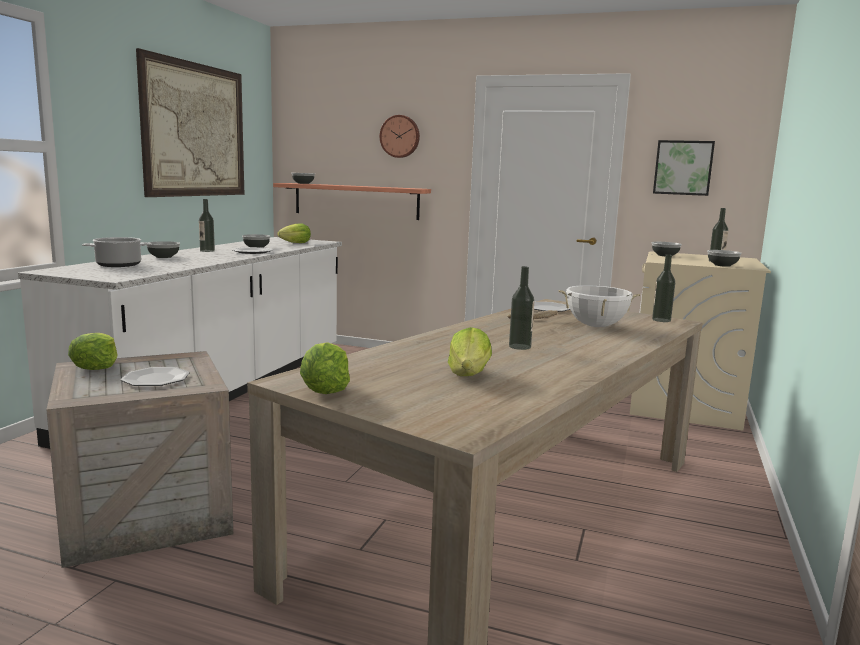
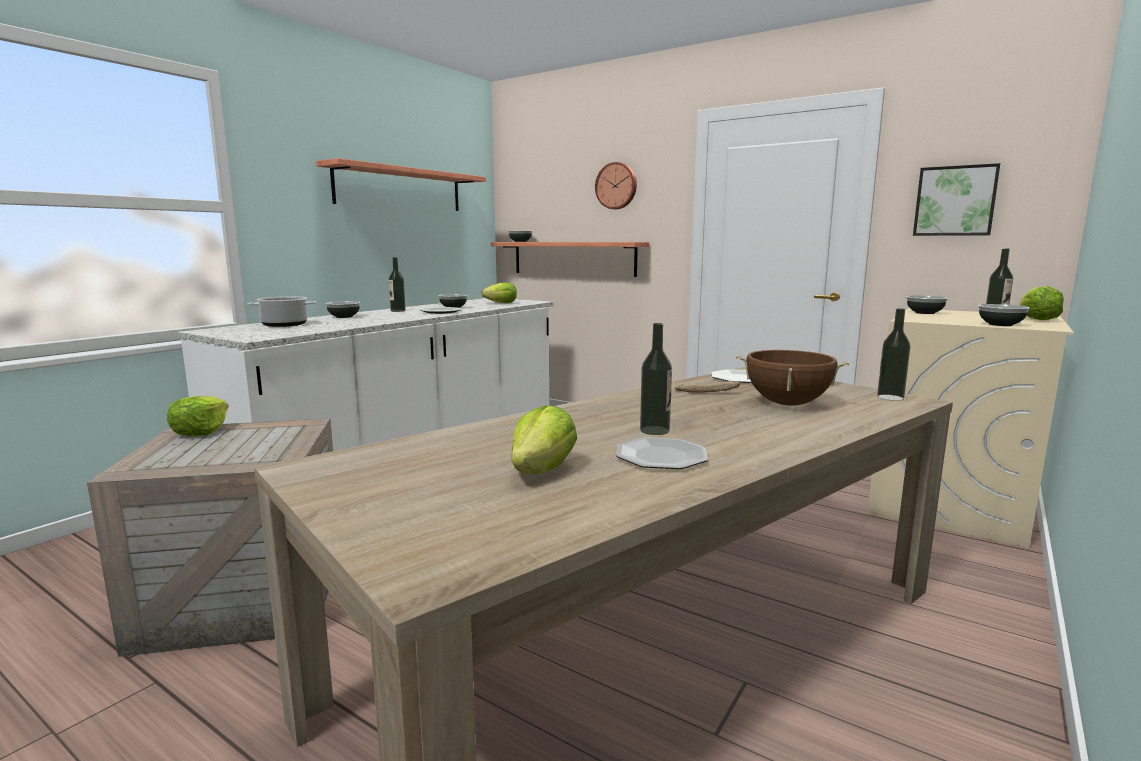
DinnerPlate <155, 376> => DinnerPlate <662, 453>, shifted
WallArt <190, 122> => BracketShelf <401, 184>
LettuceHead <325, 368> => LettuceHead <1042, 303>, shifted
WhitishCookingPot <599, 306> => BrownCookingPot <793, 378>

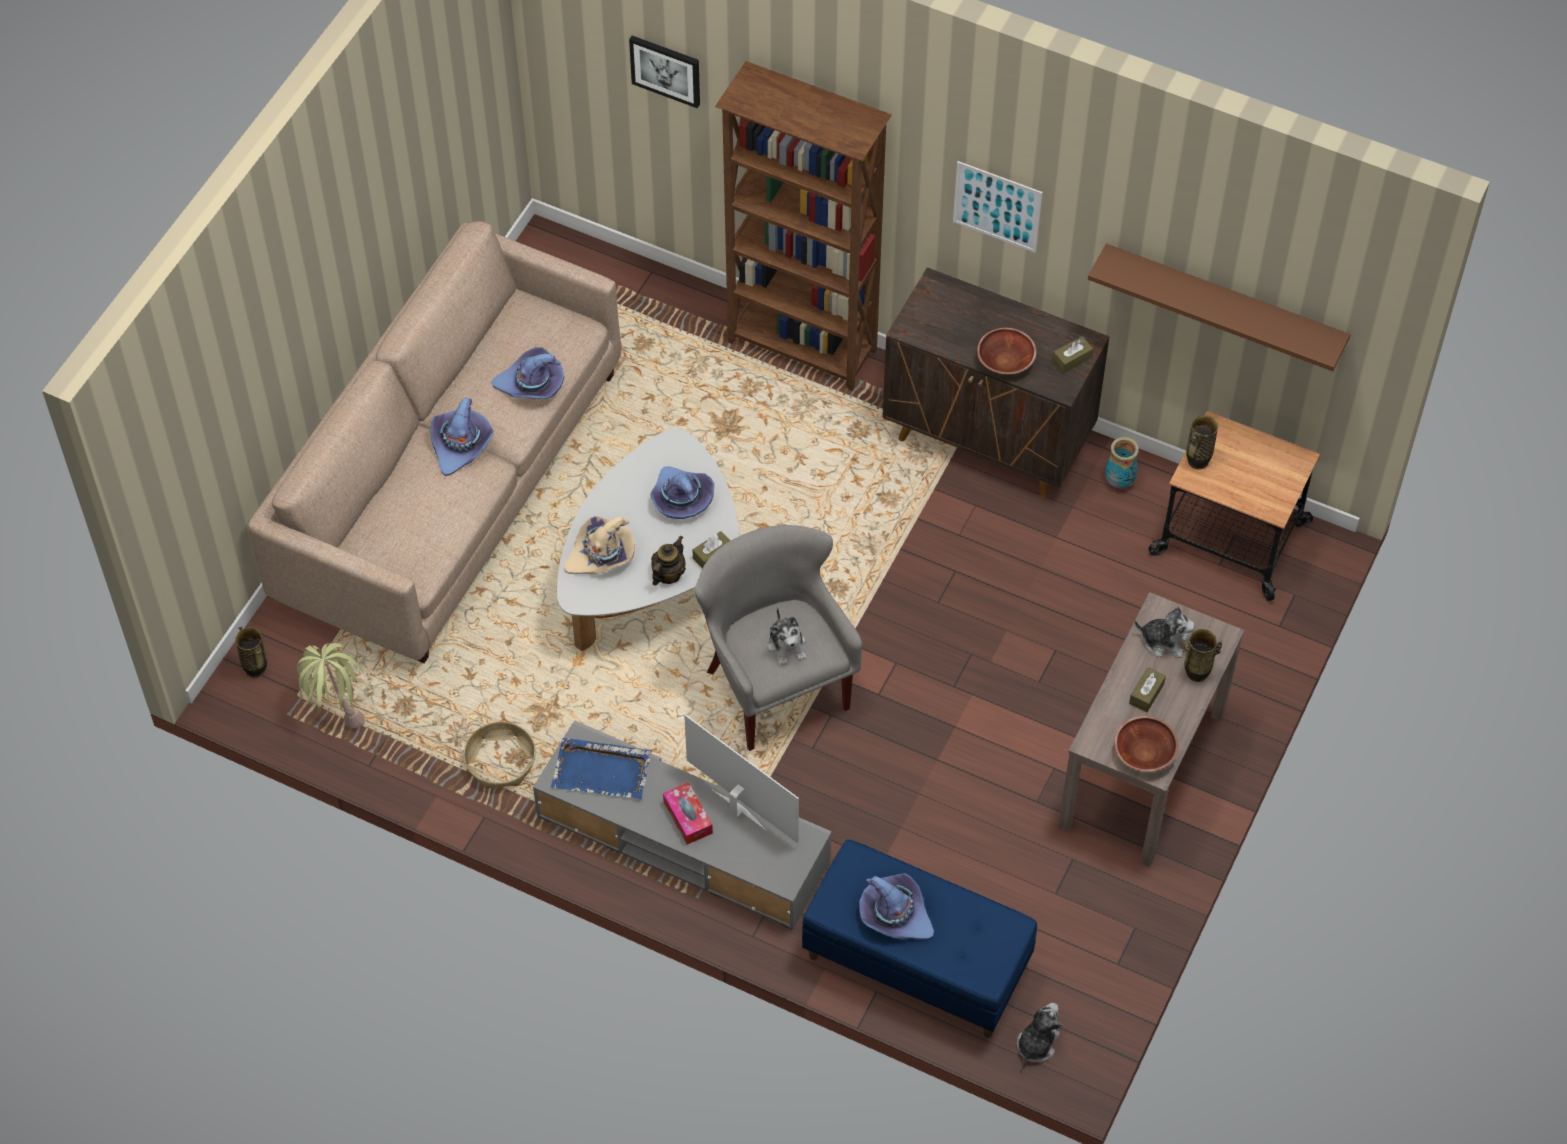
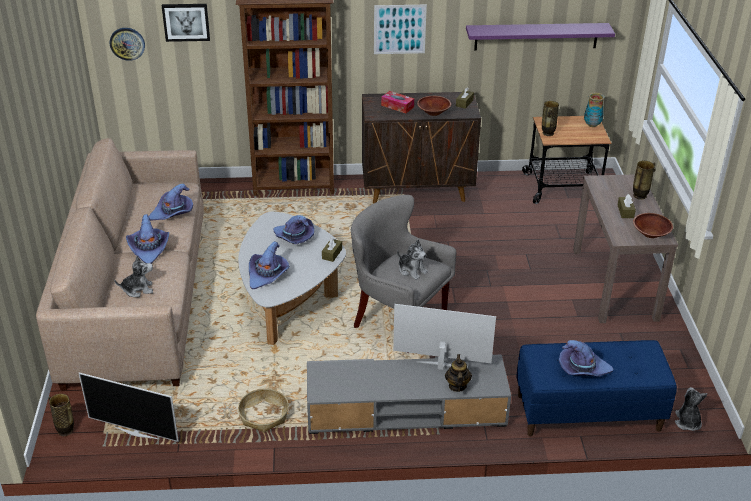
PottedPlant <330, 685> => TvSet <129, 407>
BlueColouredServingTray <601, 768> => nothing
BeigeHat <599, 545> => PurplishHat <269, 265>
Teapot <668, 560> => Teapot <458, 373>, shifted
TissueBox <688, 813> => TissueBox <397, 102>, shifted
BrownBracketShelf <1219, 307> => PurplishBracketShelf <540, 37>
Vase <1122, 462> => Vase <594, 110>, shifted
CuddlyToy <1165, 632> => CuddlyToy <133, 276>, shifted
nothing => HangingClock <127, 44>

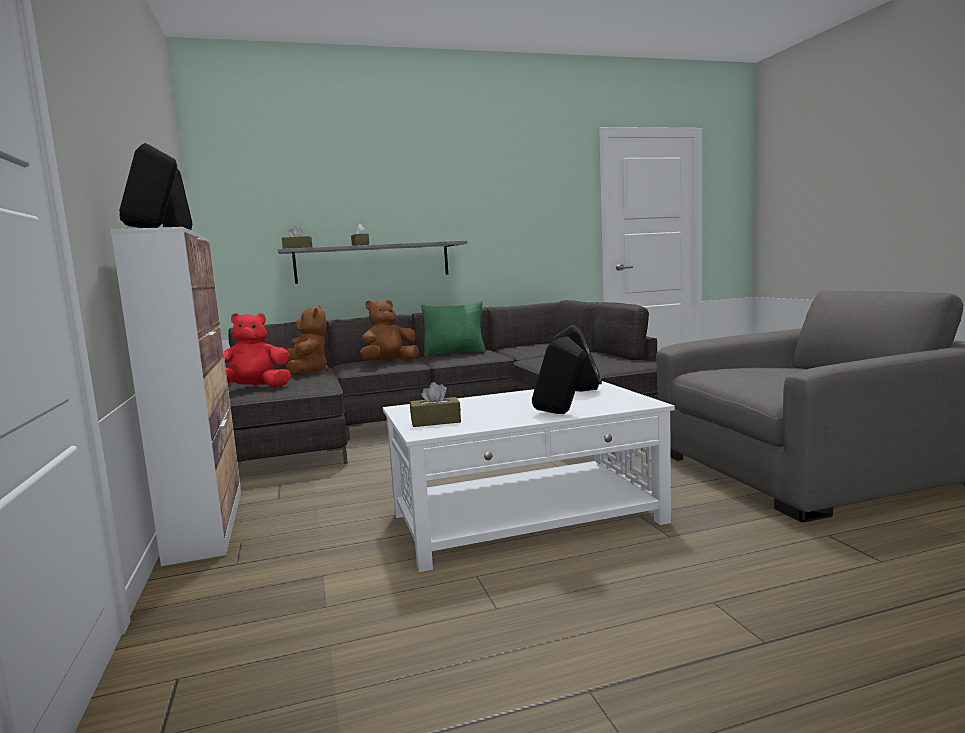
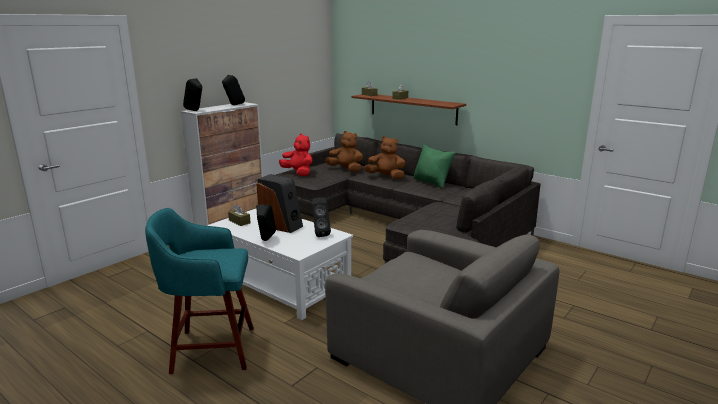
GreyBracketShelf <373, 262> => BrownBracketShelf <408, 109>
BrownCuddlyToy <307, 340> => BrownCuddlyToy <344, 151>, 105 degrees counterclockwise
nothing => TurquoiseColouredStool <199, 291>
nothing => Loudspeaker <280, 203>

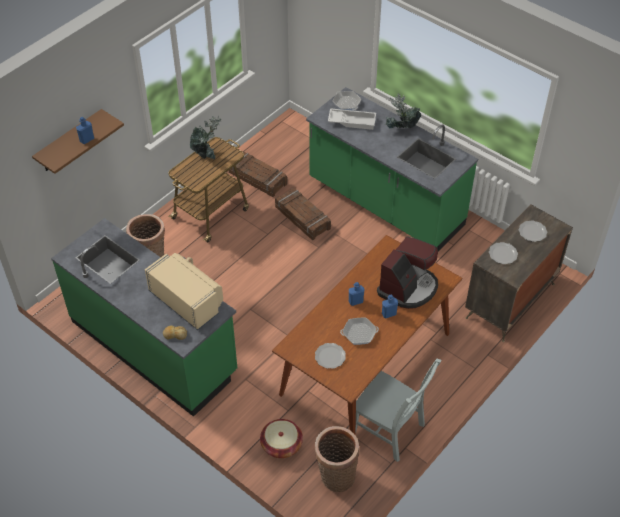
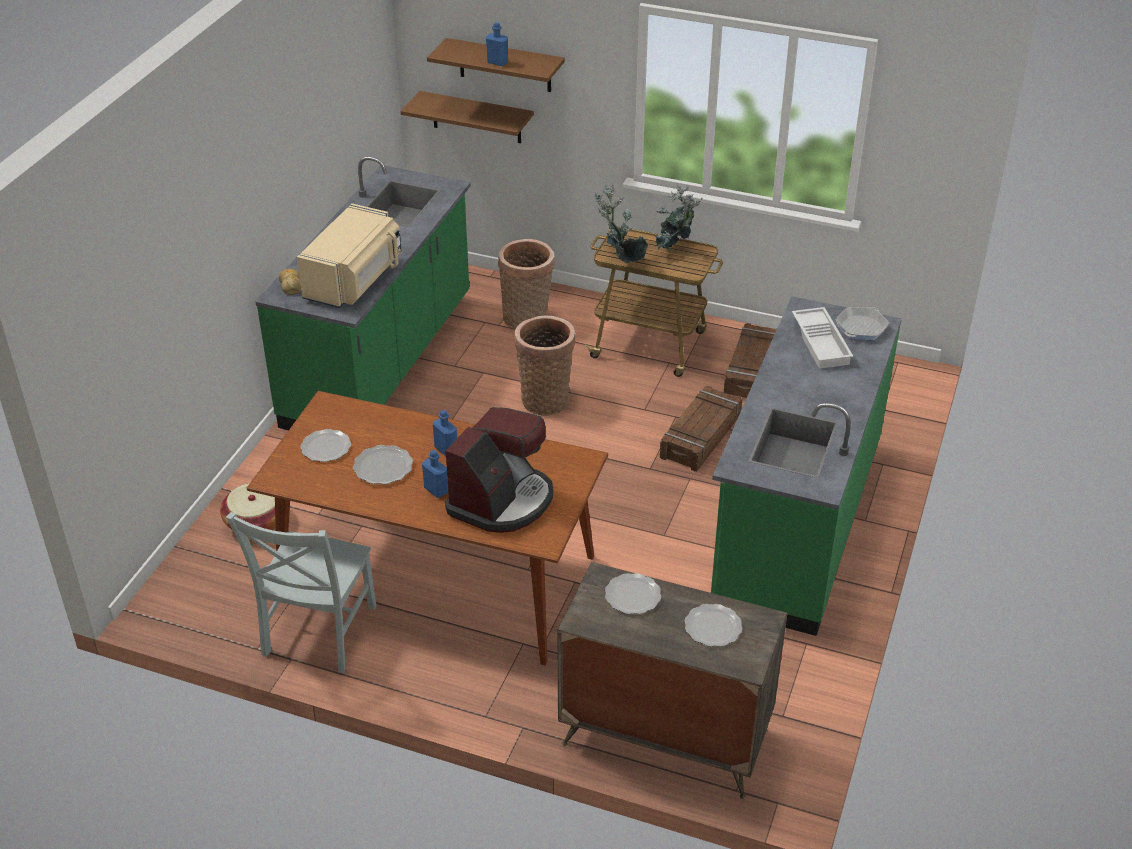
Basket <337, 459> => Basket <545, 365>, shifted
Skillet <359, 331> => DinnerPlate <383, 464>
CoffeeMachine <407, 273> => CoffeeMachine <499, 470>, 75 degrees counterclockwise
PottedPlant <402, 110> => PottedPlant <621, 223>, shifted
nothing => BrownBracketShelf <467, 117>

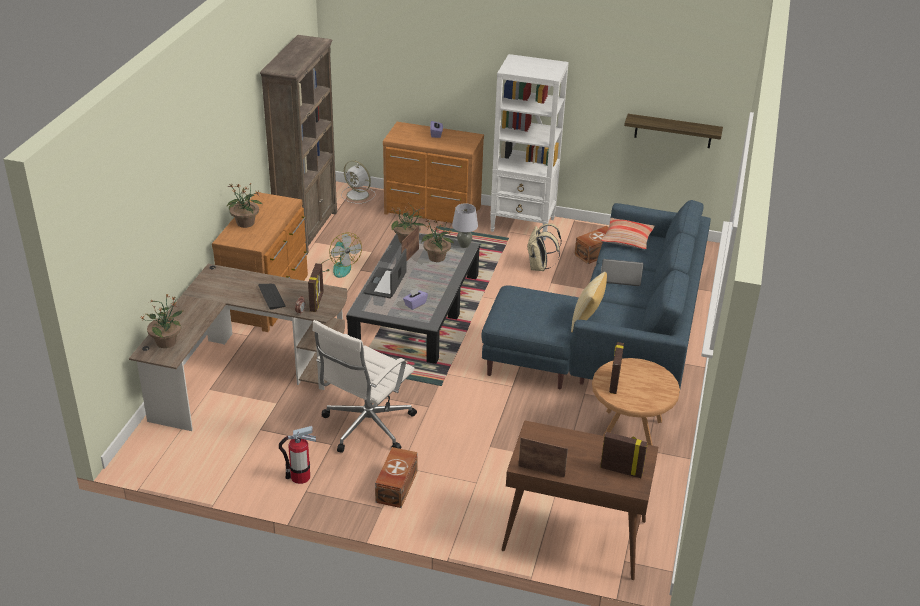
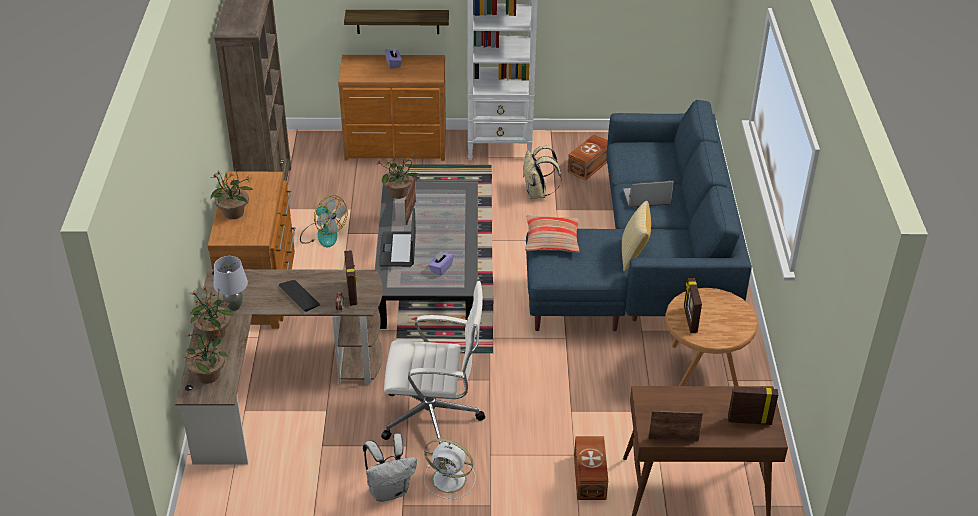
Extinguisher <297, 455> => WhitishKnapsack <390, 468>
WhitishComputerChair <364, 386> => WhitishComputerChair <433, 362>, 105 degrees counterclockwise
WhitishFan <358, 182> => WhitishFan <450, 469>, shifted
BrownStorageContainer <396, 477> => BrownStorageContainer <591, 468>, shifted
PottedPlant <438, 240> => PottedPlant <212, 313>, shifted
GreyTableLamp <465, 226> => GreyTableLamp <230, 283>, shifted
Pillow <628, 233> => Pillow <552, 233>, shifted
BracketShelf <673, 131> => BracketShelf <396, 22>, shifted

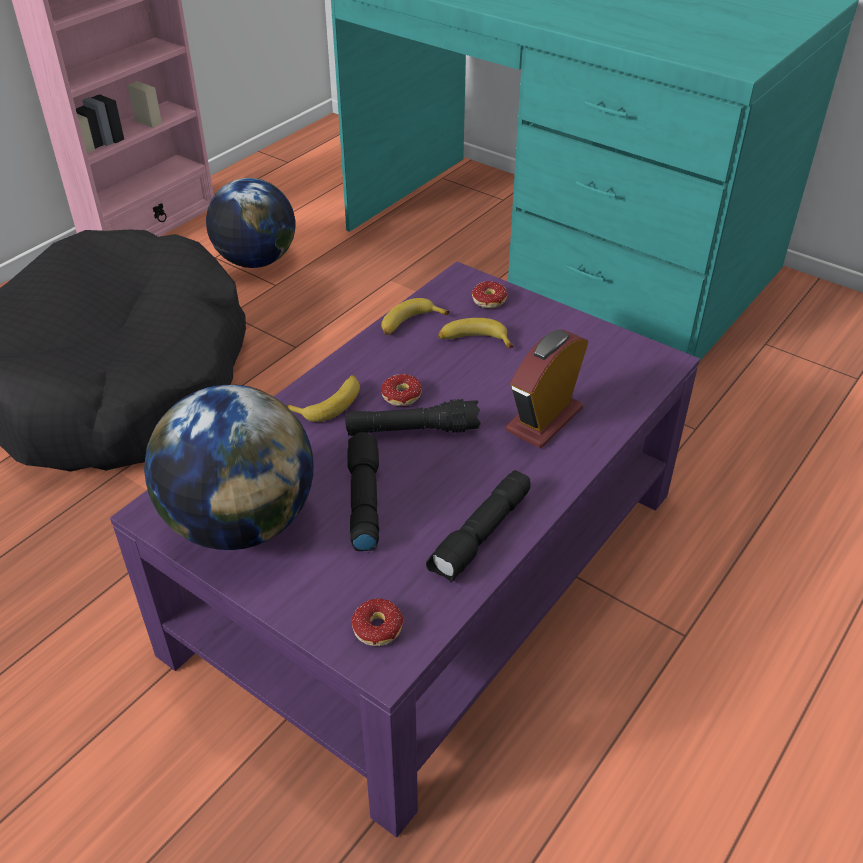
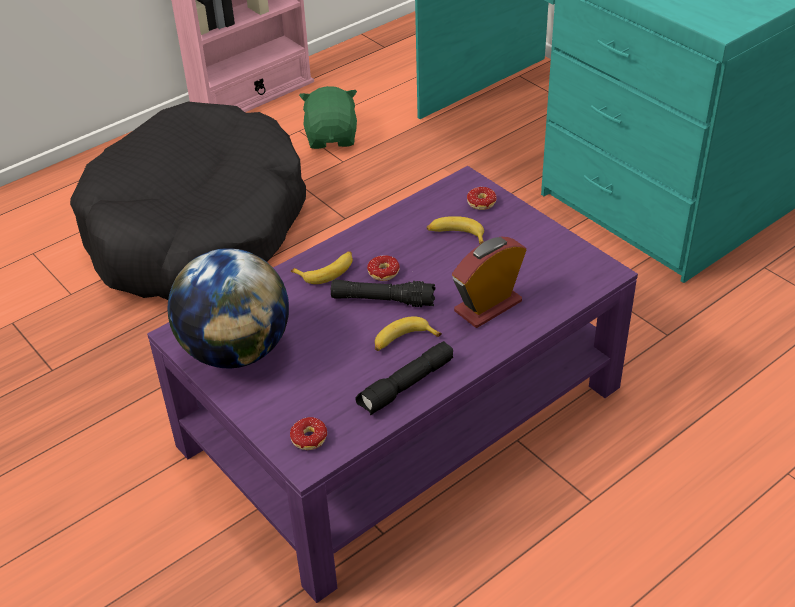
Globe <250, 223> => GreenCuddlyToy <328, 117>
BlackishHandTorch <363, 491> => nothing
BananaFruit <415, 316> => BananaFruit <408, 333>, shifted

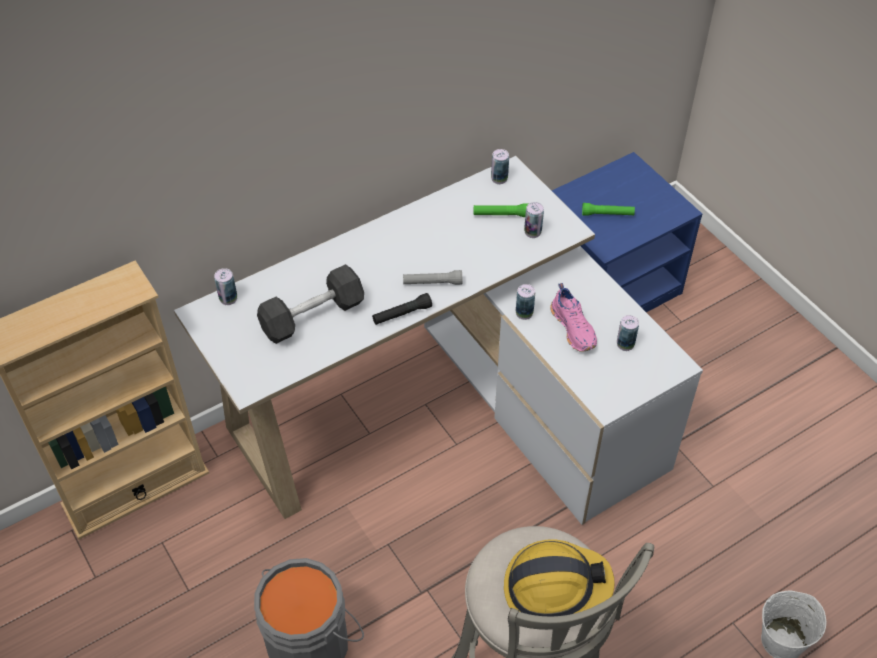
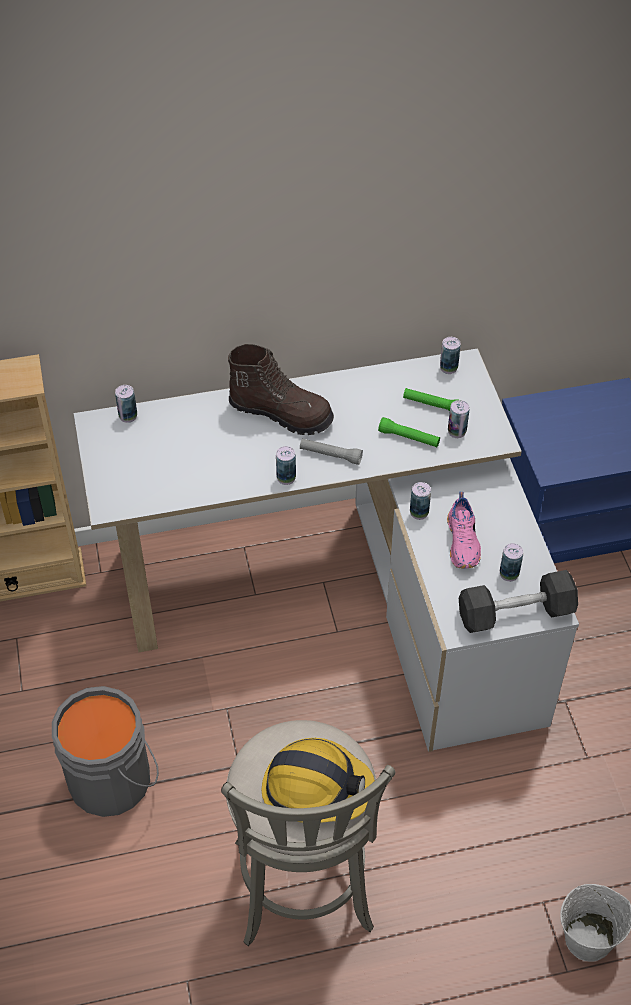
BlackishFreeWeight <310, 304> => BlackishFreeWeight <518, 601>, shifted
BlackishHandTorch <402, 309> => MetalCan <286, 465>
GreenHandTorch <608, 209> => GreenHandTorch <409, 432>, shifted
nothing => BrownTallBoot <281, 389>

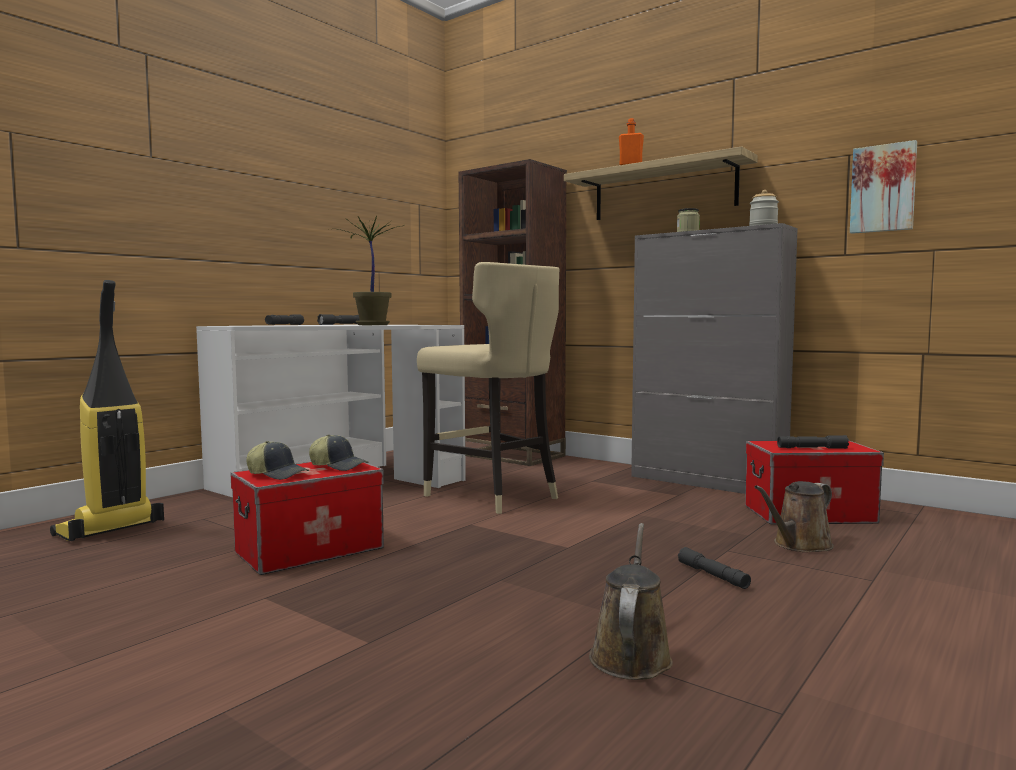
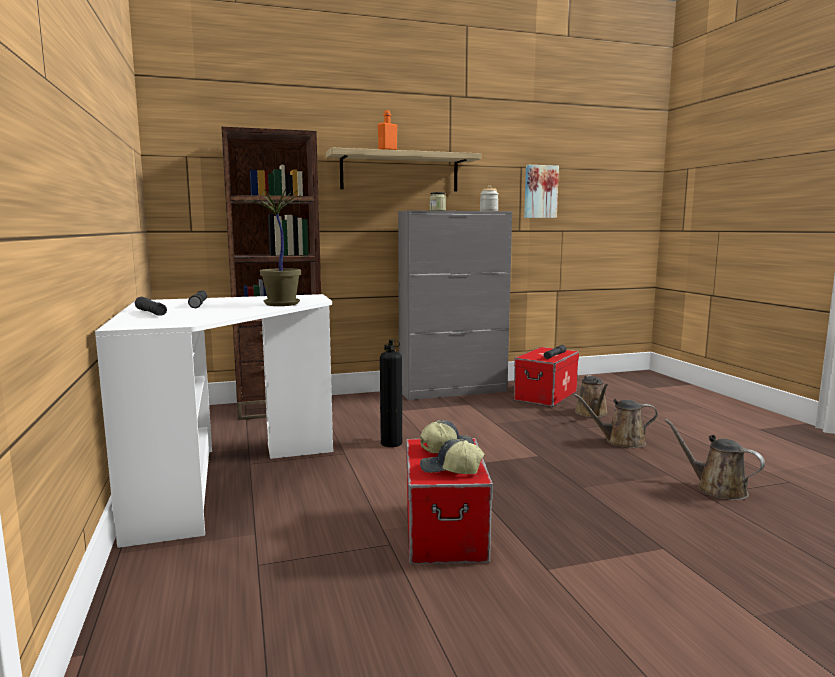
Hoover <107, 410> => nothing
Cap <277, 460> => Cap <452, 456>, 135 degrees counterclockwise
BeigeStool <488, 388> => Extinguisher <391, 393>
GreyHandTorch <714, 568> => BrownWateringCan <616, 421>

